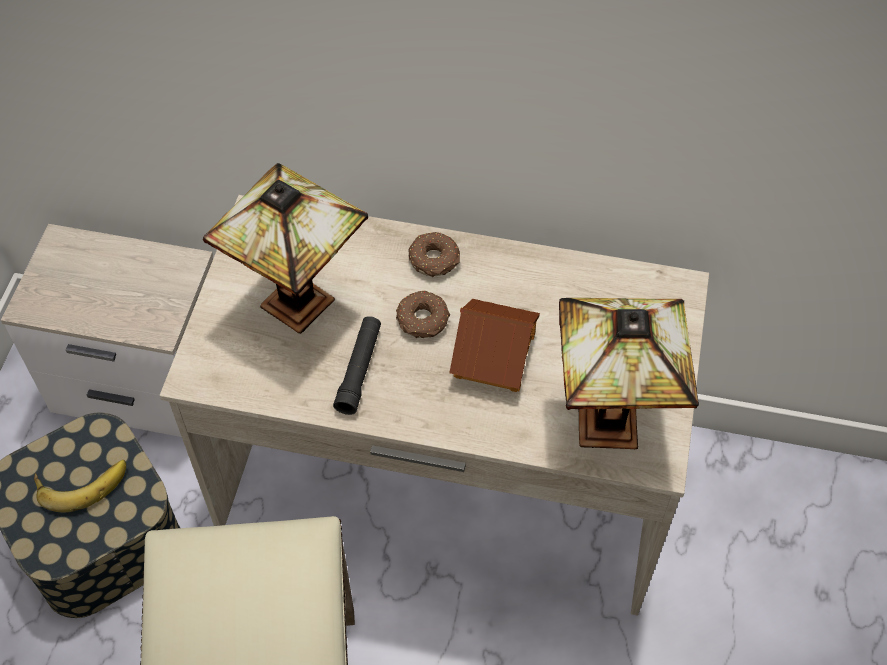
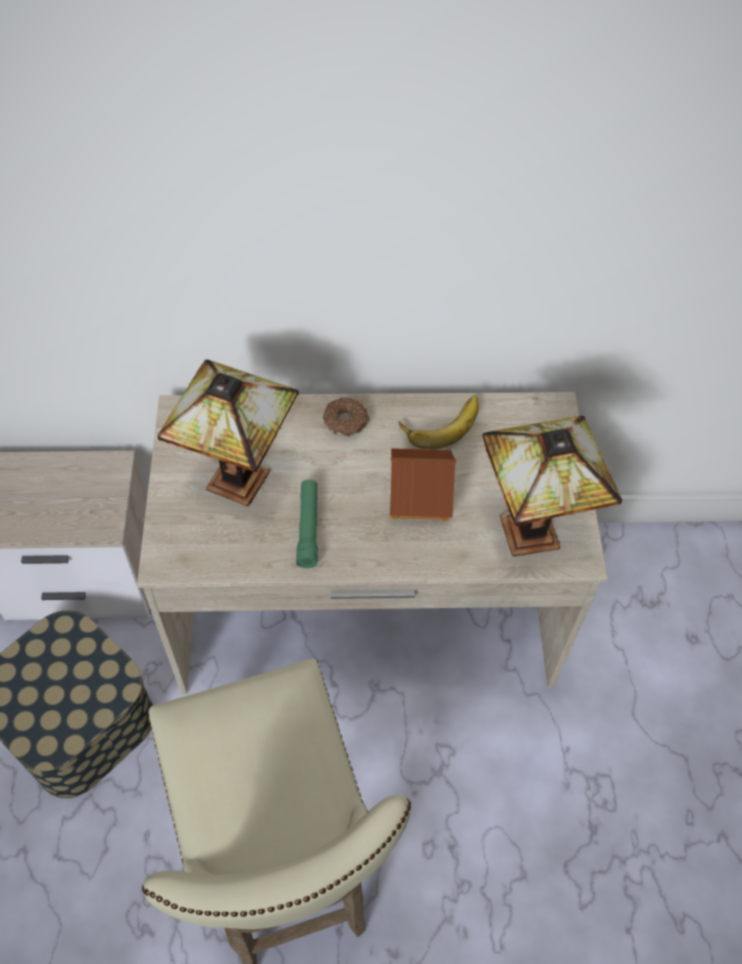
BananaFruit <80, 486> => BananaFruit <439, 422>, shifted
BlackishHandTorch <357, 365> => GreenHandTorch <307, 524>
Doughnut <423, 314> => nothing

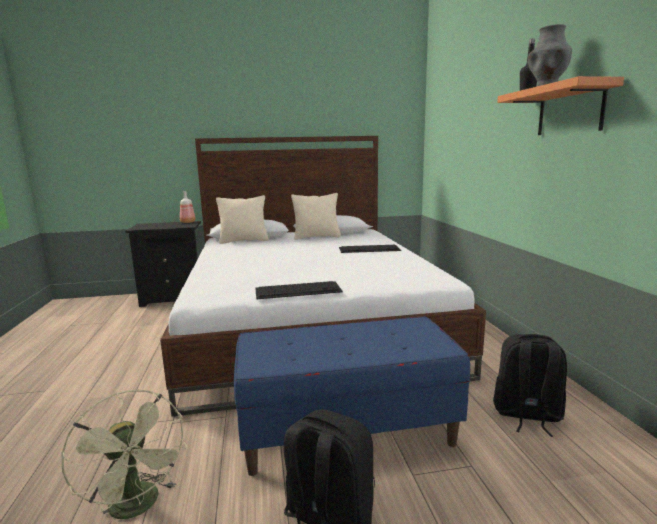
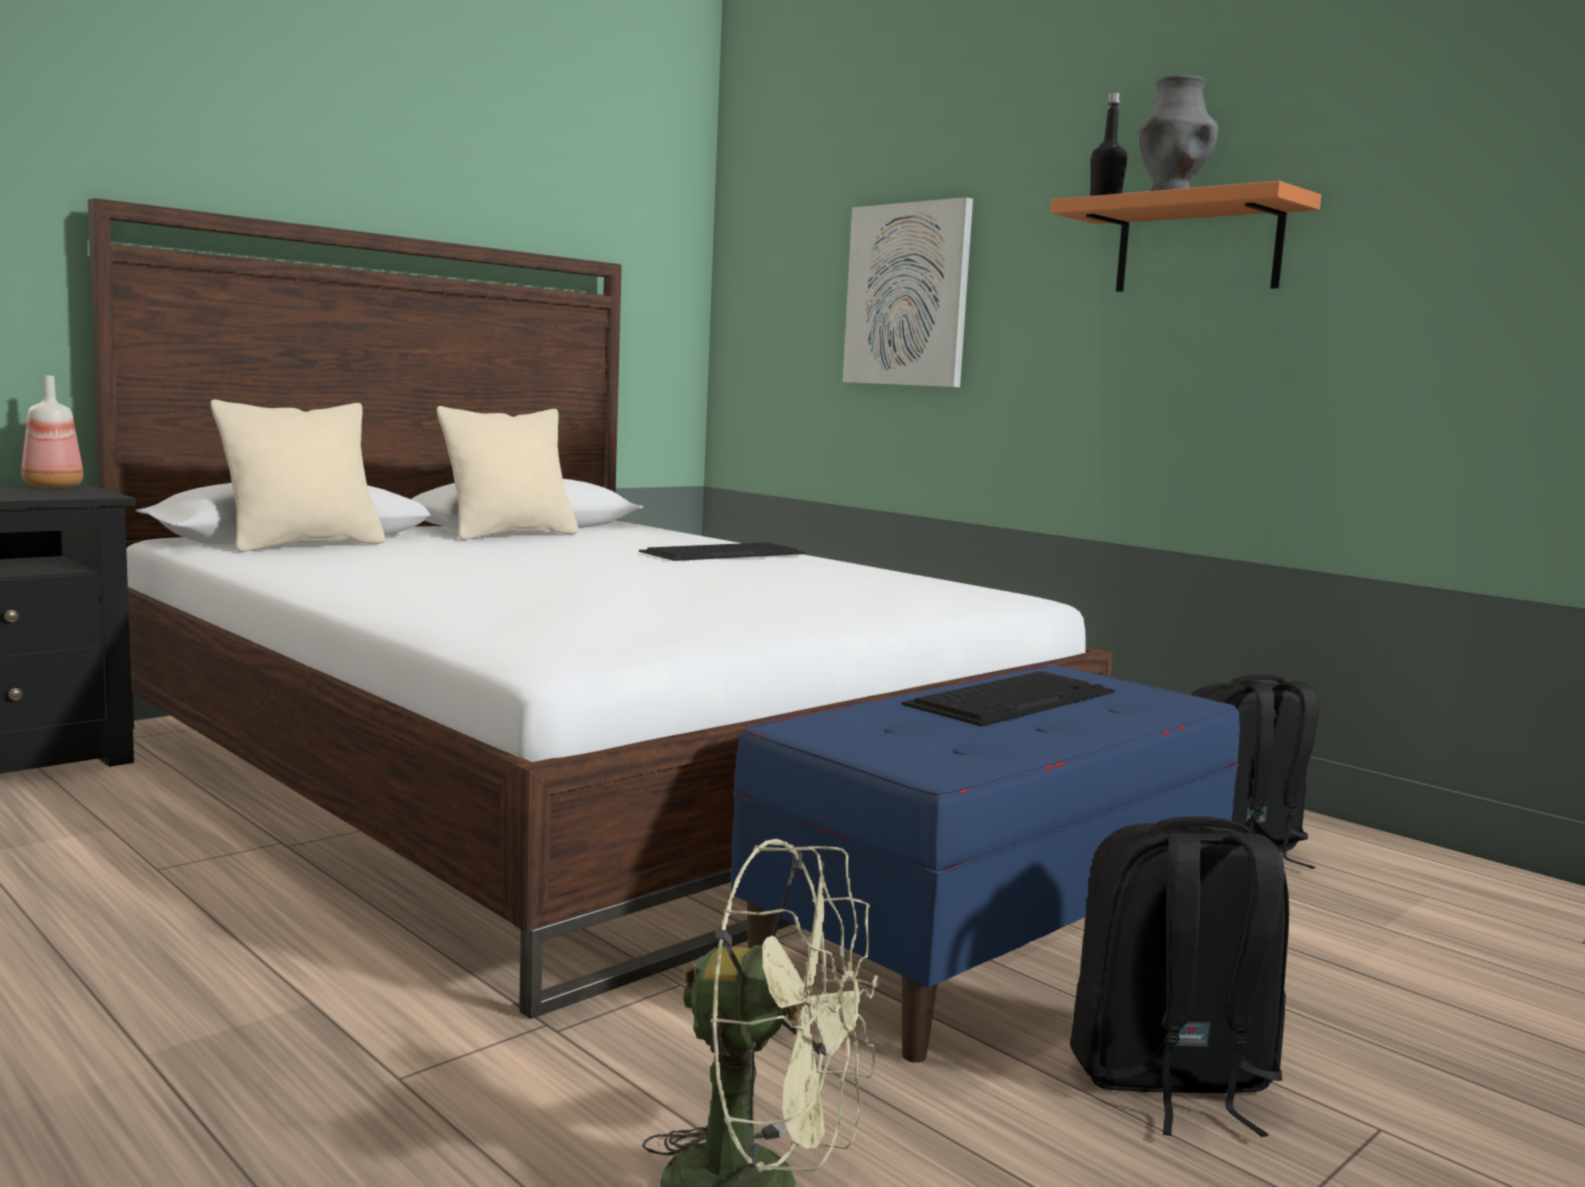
Keyboard <299, 290> => Keyboard <1008, 699>, shifted
nothing => WallArt <908, 292>

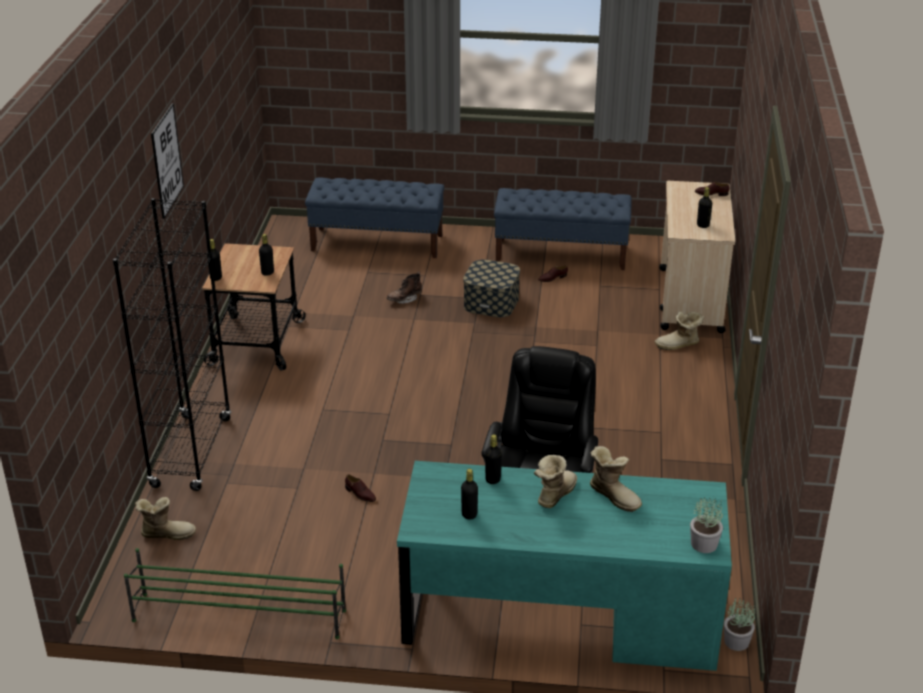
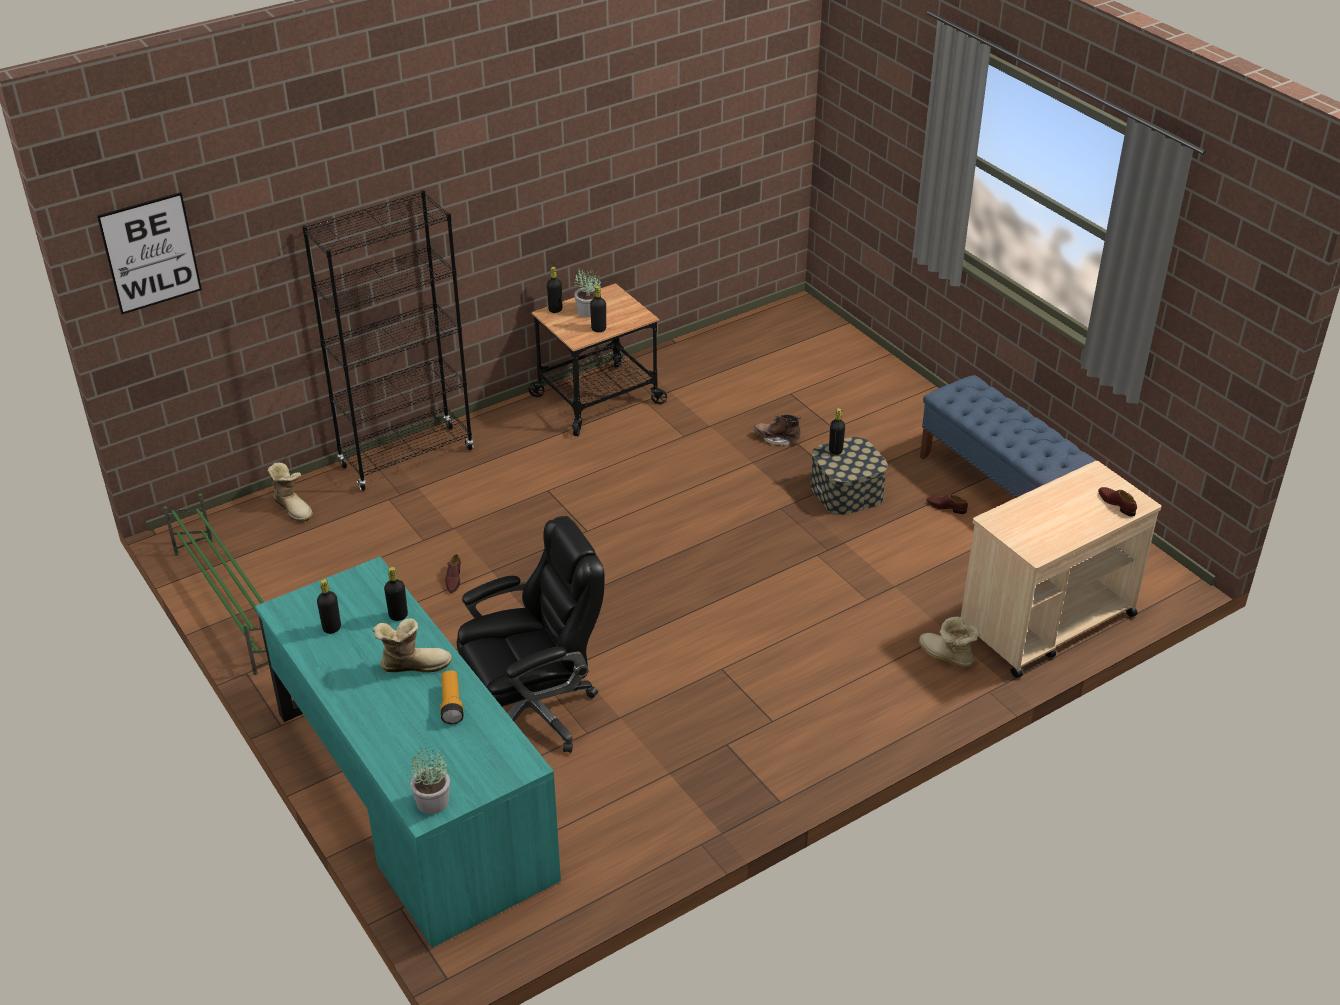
WallArt <167, 161> => WallArt <149, 253>, shifted
BlueColouredIndoorBench <374, 217> => nothing
TallBoot <616, 479> => HandTorch <452, 697>
BlackishDrinkBottle <704, 207> => BlackishDrinkBottle <837, 431>, shifted
PottedPlant <739, 624> => PottedPlant <587, 292>, shifted

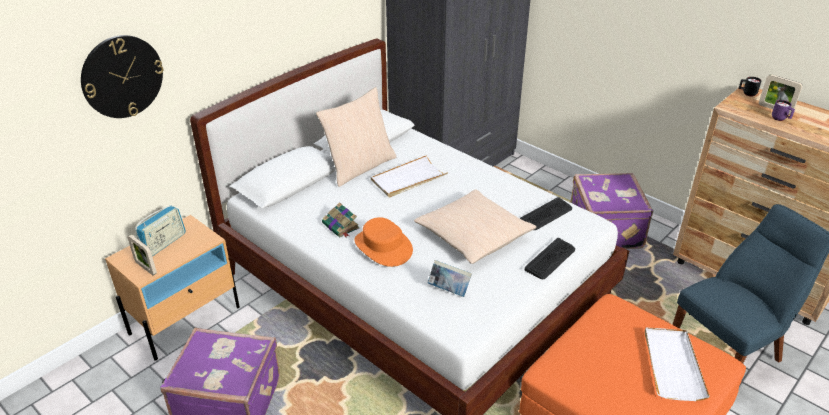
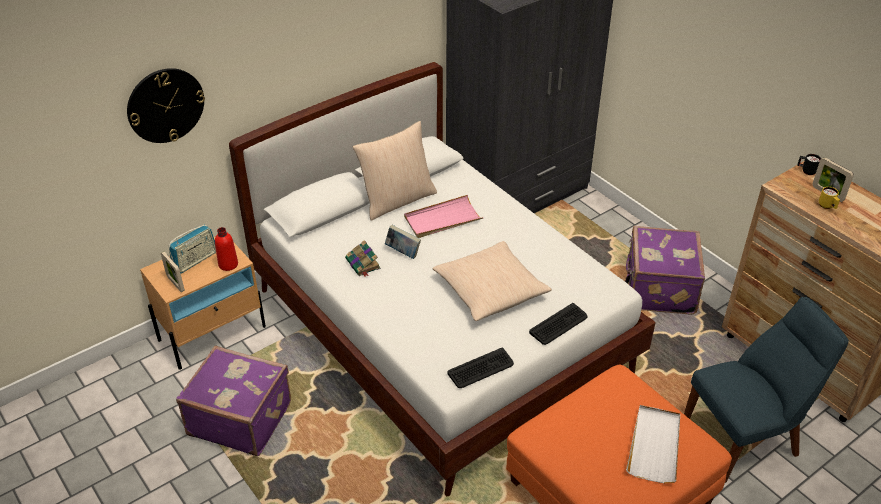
OrangeyHat <383, 242> => nothing
WhitishServingTray <409, 176> => PinkServingTray <444, 216>
Book <450, 278> => Book <403, 242>, shifted
Keyboard <546, 213> => Keyboard <480, 368>, shifted
PurplishTeaMug <783, 110> => YellowColouredTeaMug <829, 198>
nothing => RedDrinkBottle <226, 249>

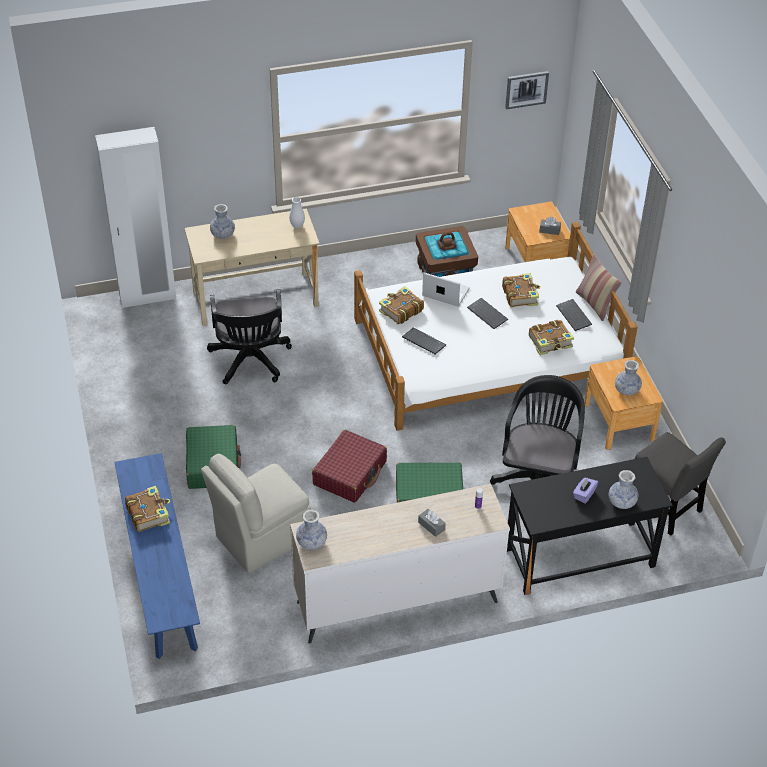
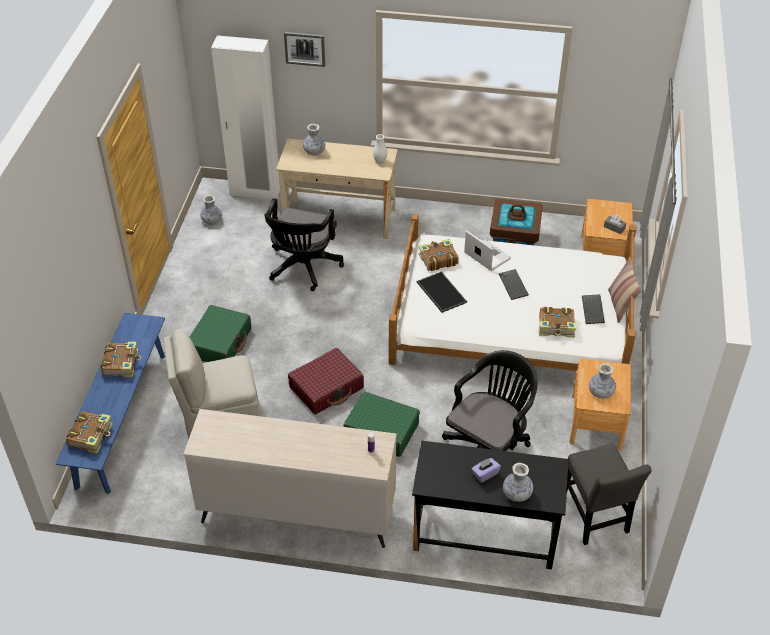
Vase <311, 529> => Vase <211, 210>, shifted
Keyboard <424, 340> => ServingTray <442, 292>
GreyTissueBox <432, 523> => nothing
Book <521, 290> => Book <89, 432>, shifted
WallArt <527, 90> => WallArt <304, 49>, shifted

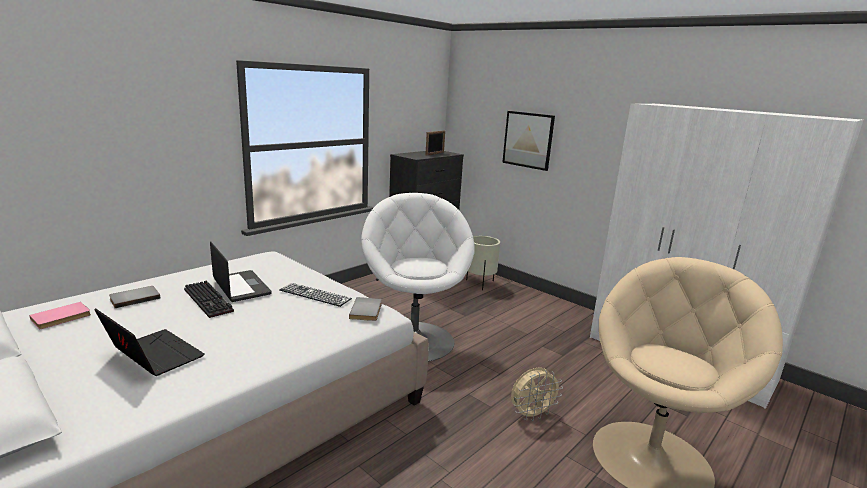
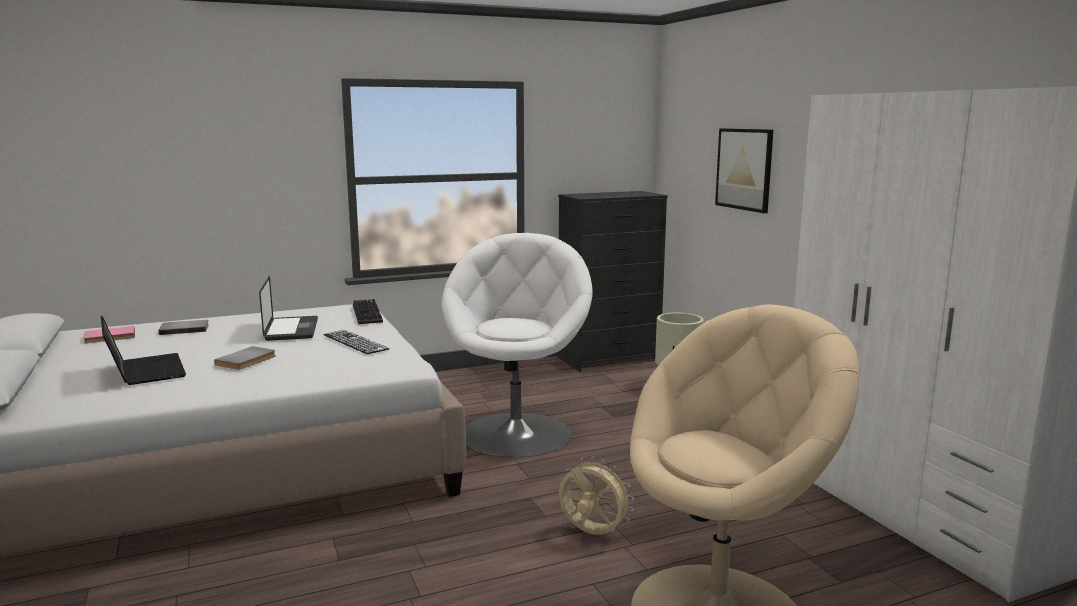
Keyboard <209, 299> => Keyboard <368, 311>, shifted
GreyBook <365, 309> => GreyBook <244, 358>, shifted
PhotoFrame <435, 143> => nothing
BeigeFan <537, 394> => BeigeFan <596, 496>, 150 degrees counterclockwise

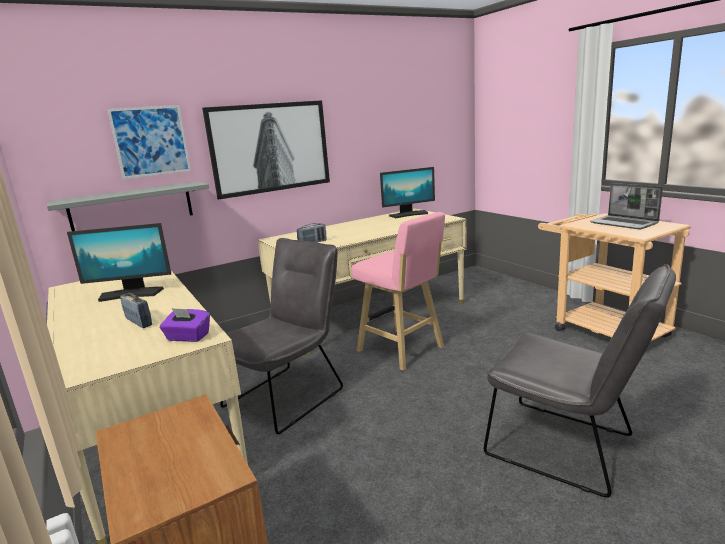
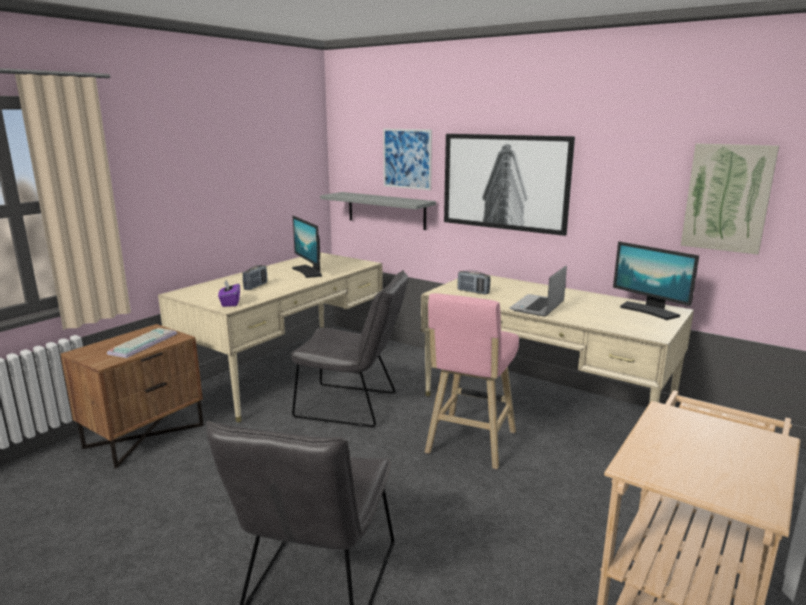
NotebookComputer <626, 206> => NotebookComputer <538, 291>, shifted
nothing => Keyboard <142, 343>
nothing => WallArt <730, 198>

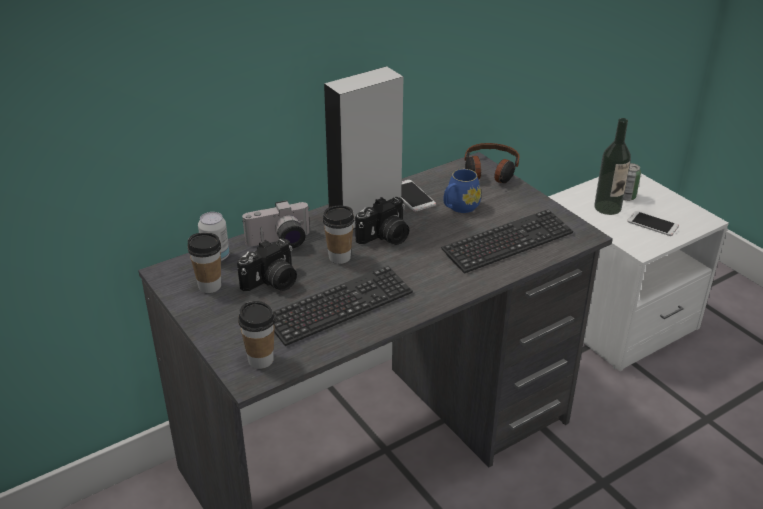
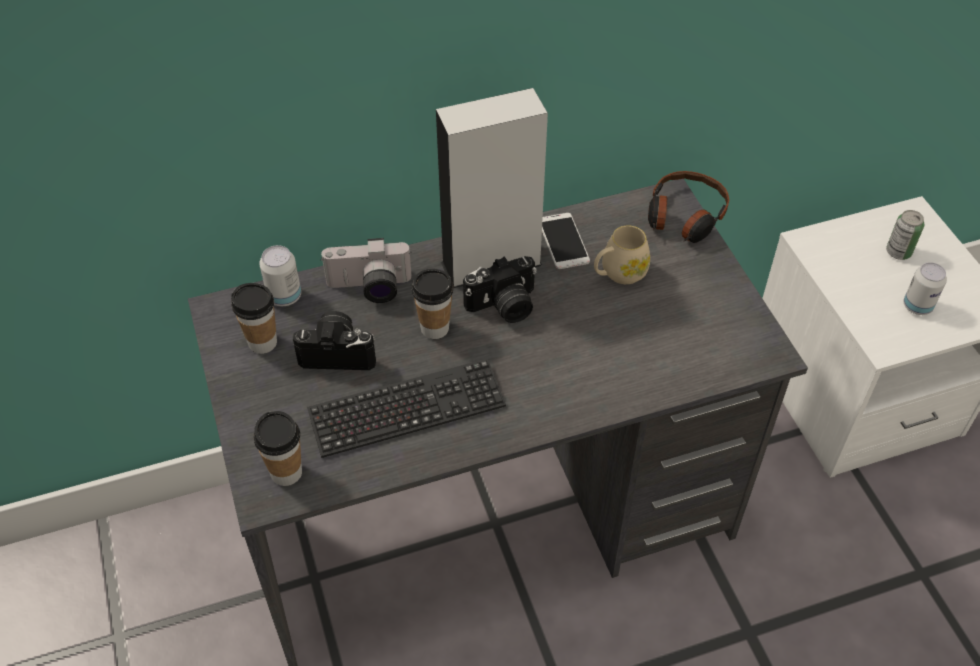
StillCamera <267, 264> => StillCamera <334, 340>, 150 degrees counterclockwise
Keyboard <507, 241> => nothing
BlueColouredTeaMug <462, 191> => BeigeTeaMug <622, 254>
DrinkBottle <612, 166> => nothing
Phone <653, 223> => MetalCan <925, 288>

